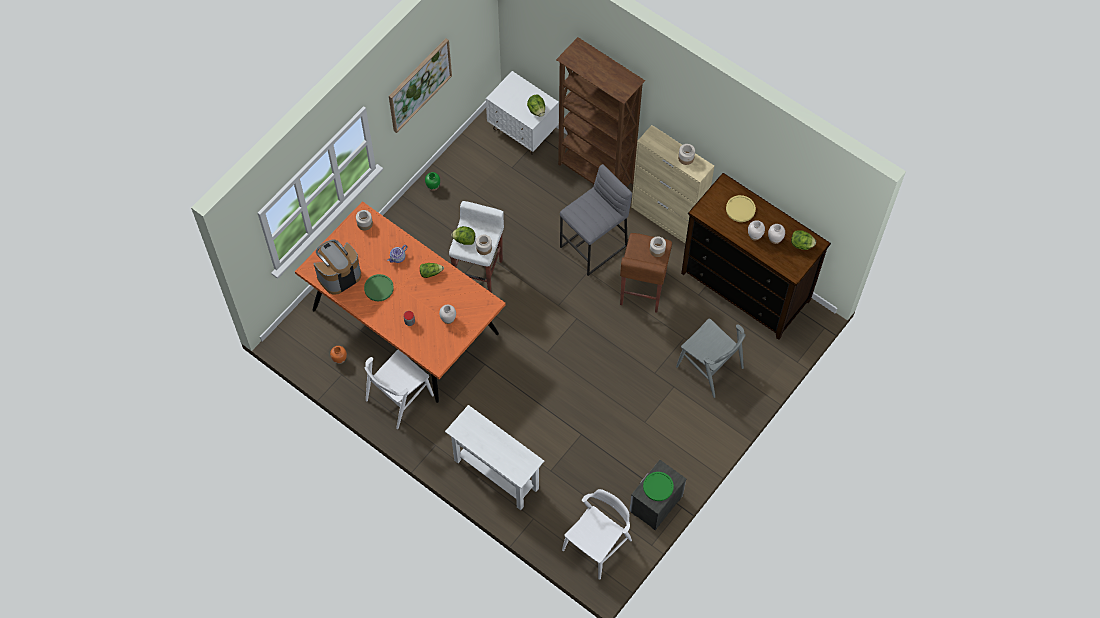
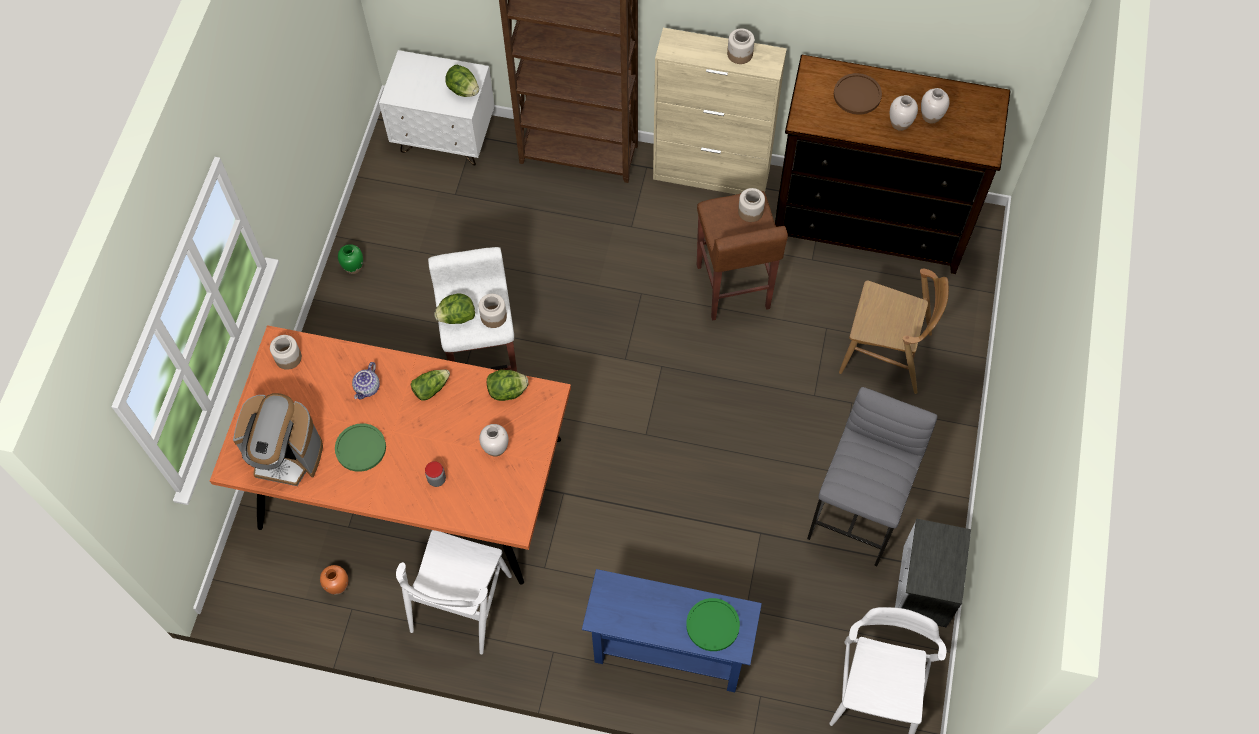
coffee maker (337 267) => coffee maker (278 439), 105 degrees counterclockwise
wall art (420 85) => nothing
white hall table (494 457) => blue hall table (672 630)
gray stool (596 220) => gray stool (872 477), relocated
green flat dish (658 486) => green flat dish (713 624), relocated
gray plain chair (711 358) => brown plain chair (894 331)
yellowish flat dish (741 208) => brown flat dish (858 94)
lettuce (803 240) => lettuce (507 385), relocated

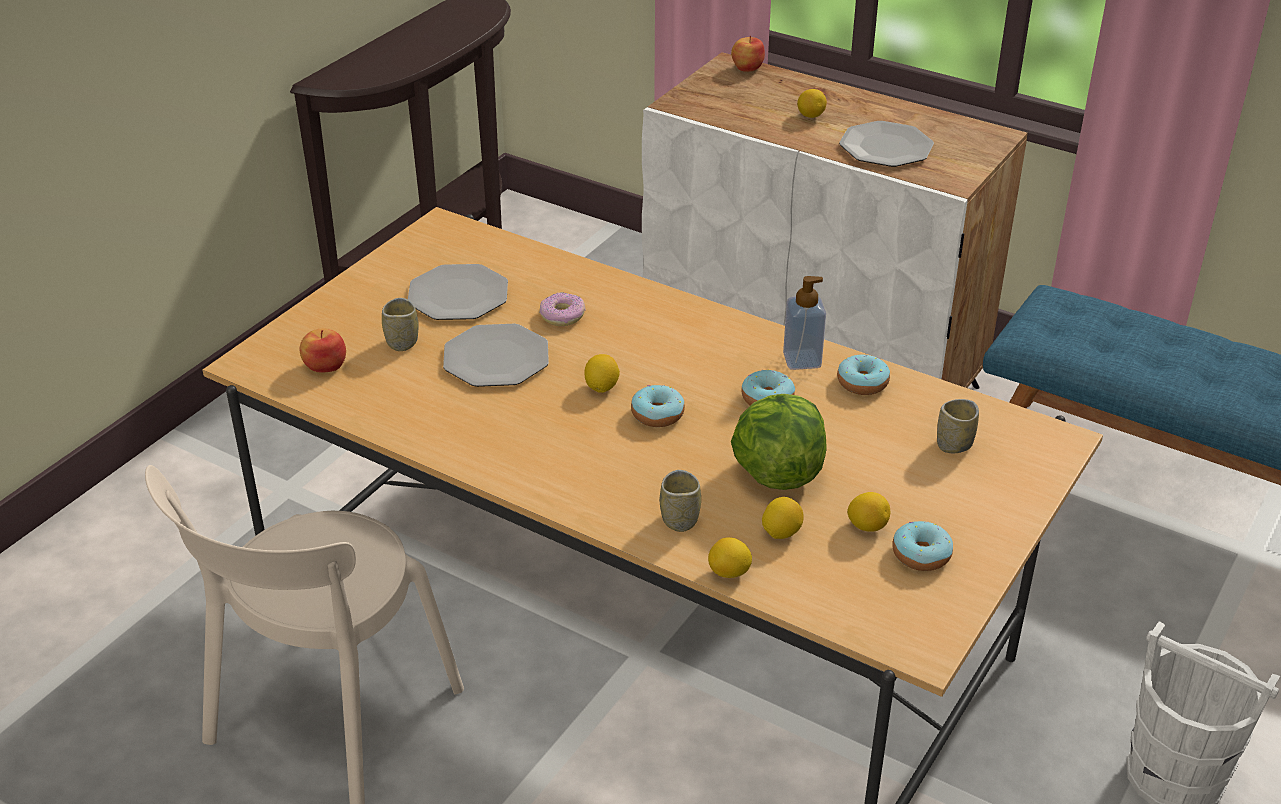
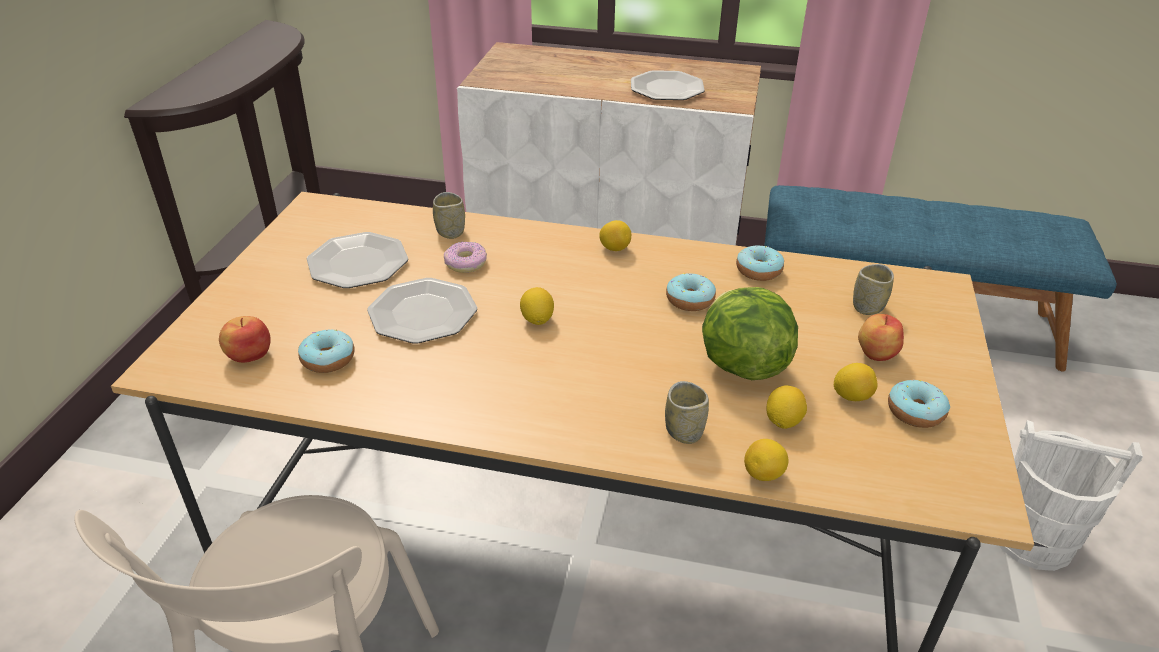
drinking cup (400 324) => drinking cup (449 215), relocated
ring doughnut (658 406) => ring doughnut (326 351), relocated
whole apple (748 54) => whole apple (881 337), relocated
liquid soap bottle (804 323) => nothing
citrus fruit (812 103) => citrus fruit (615 235), relocated

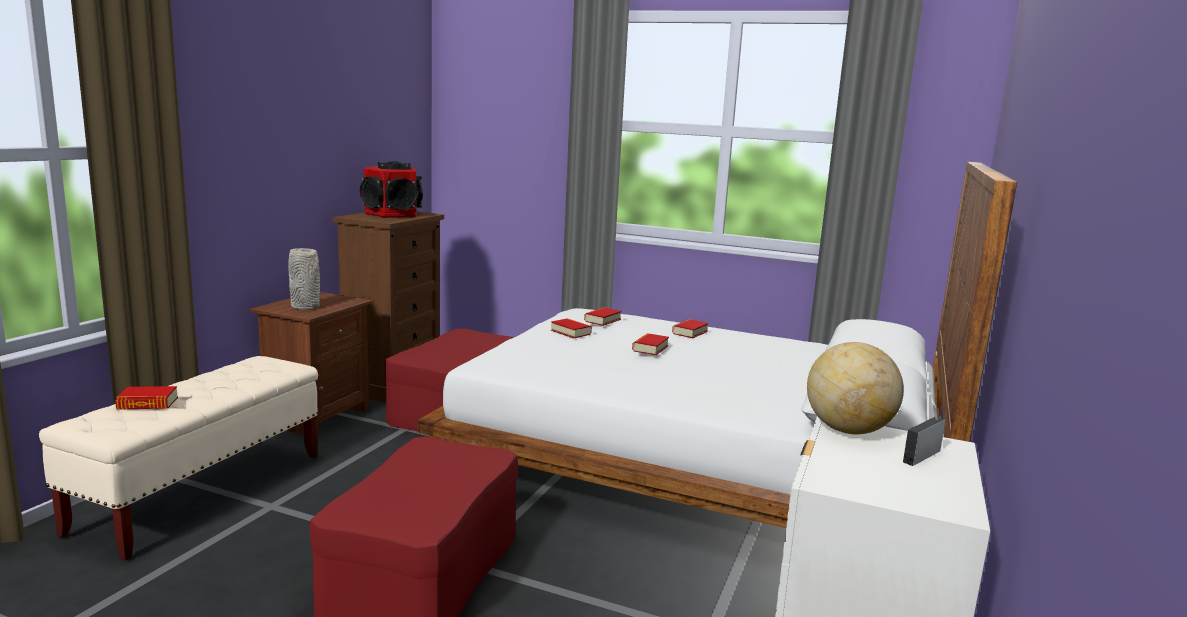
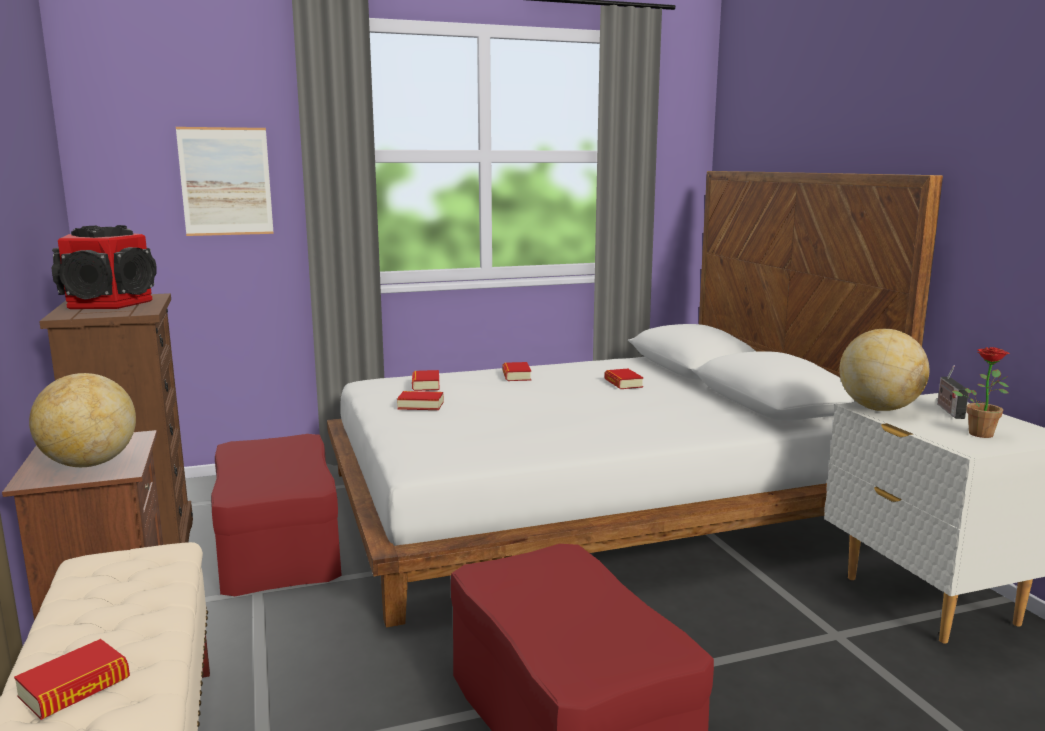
gray flower vase (304 279) => desk globe (82 420)
bound book (650 344) => bound book (624 379), relocated
nothing => wall art (225 181)
nothing => plant in a pot (981 392)

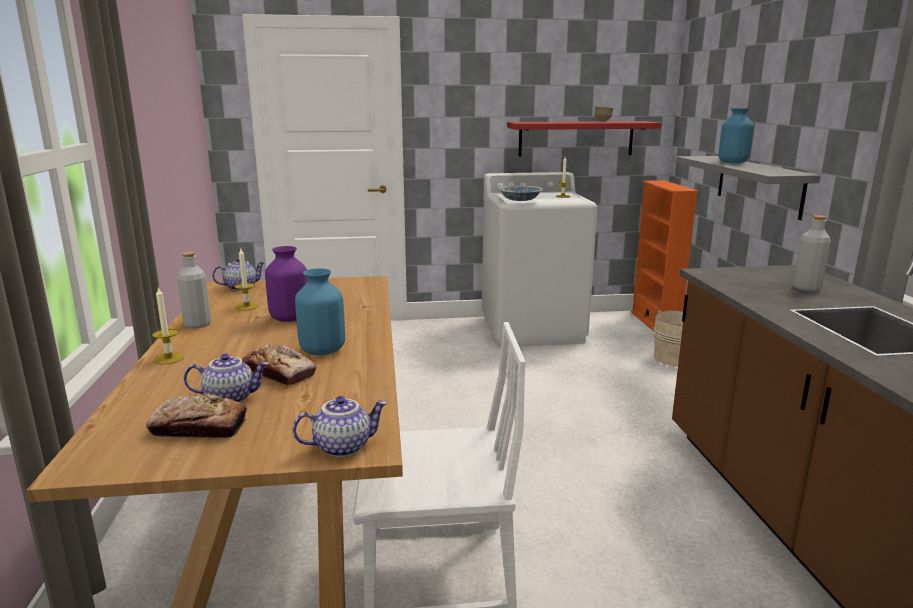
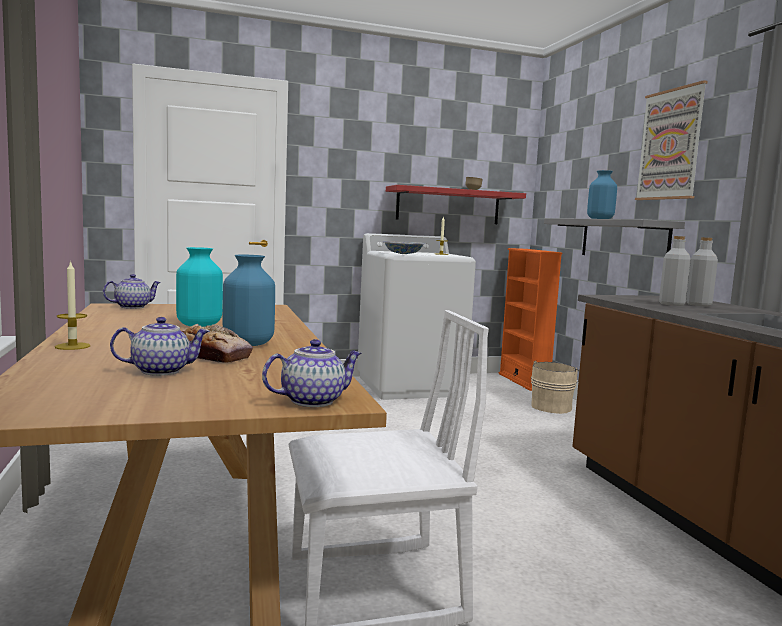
baked bread (196 416) => nothing
gray beverage bottle (194 290) => gray beverage bottle (675 271), relocated
candle (247 280) => nothing
purple-coloured flower vase (286 284) => blue-green flower vase (199 287)
nothing => wall art (671 140)

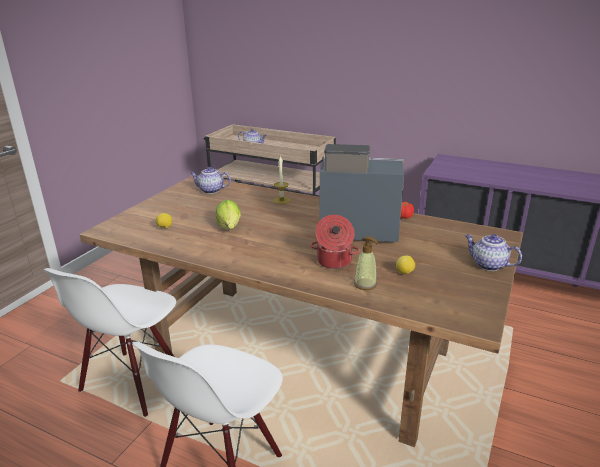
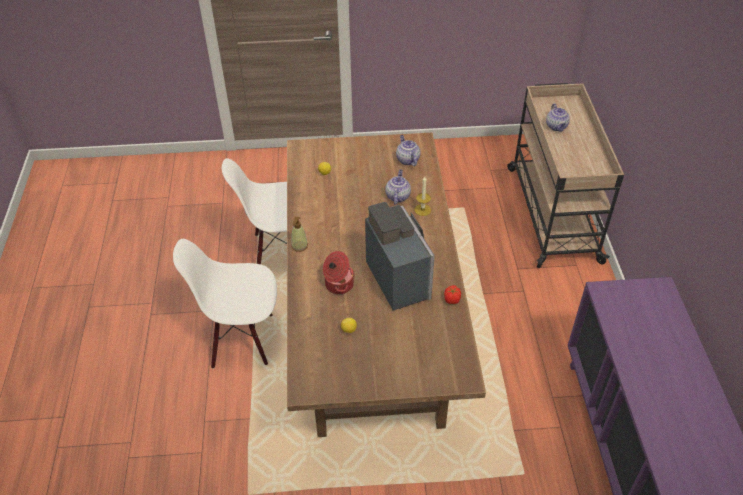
lettuce (228 215) => nothing
liquid soap bottle (366 263) => liquid soap bottle (299 234), relocated
tea pot (493 252) => tea pot (398 187), relocated

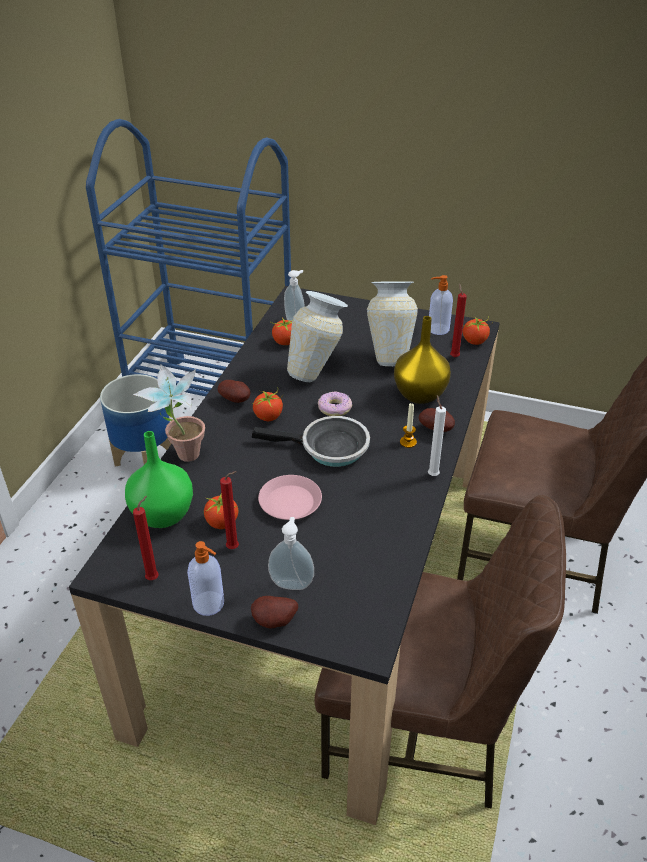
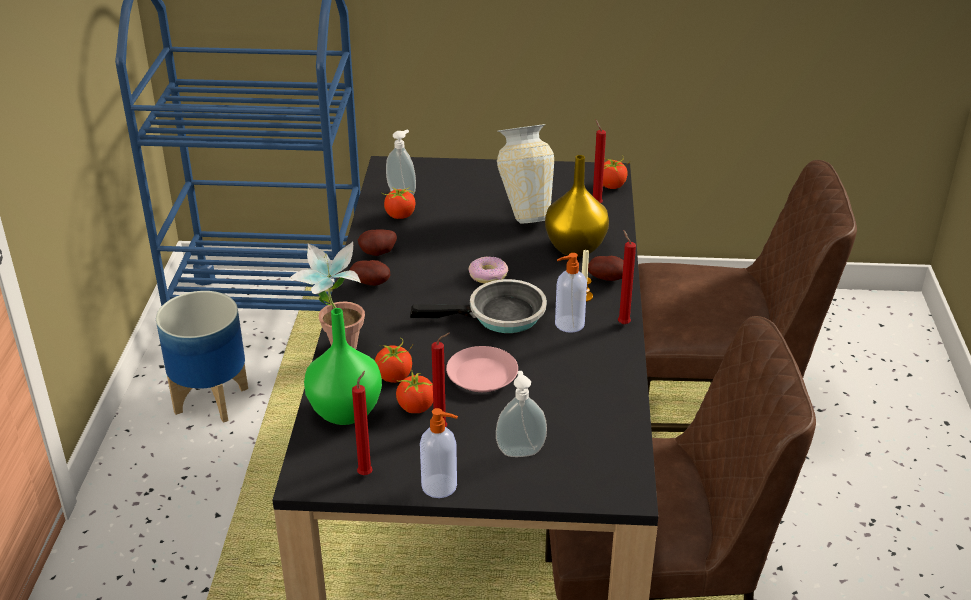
potato (274 612) => potato (377 242), relocated
whole tomato (268 405) => whole tomato (394 360), relocated
flower vase (317 336) => nothing
white candle (437 435) => red-coloured candle (627 277)
liquid soap bottle (441 305) => liquid soap bottle (571 293), relocated

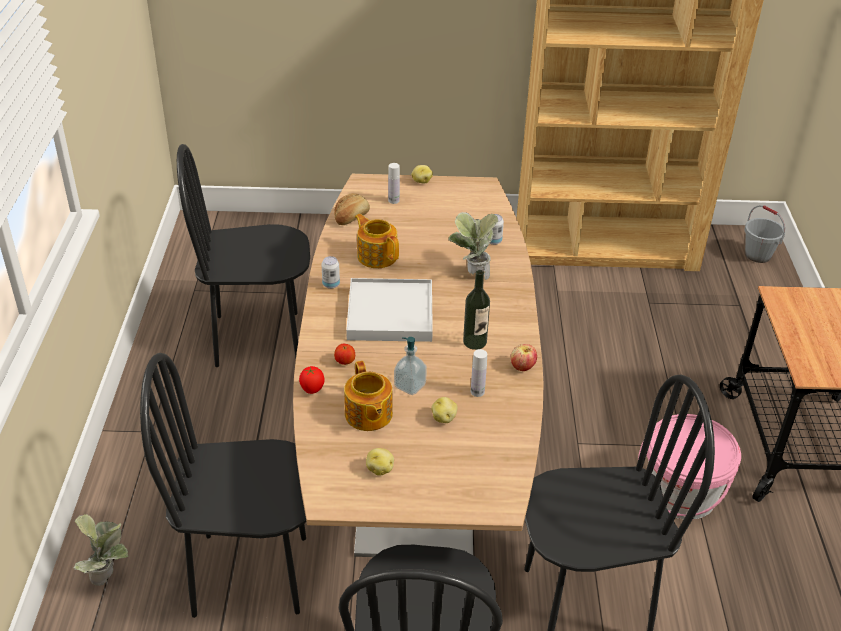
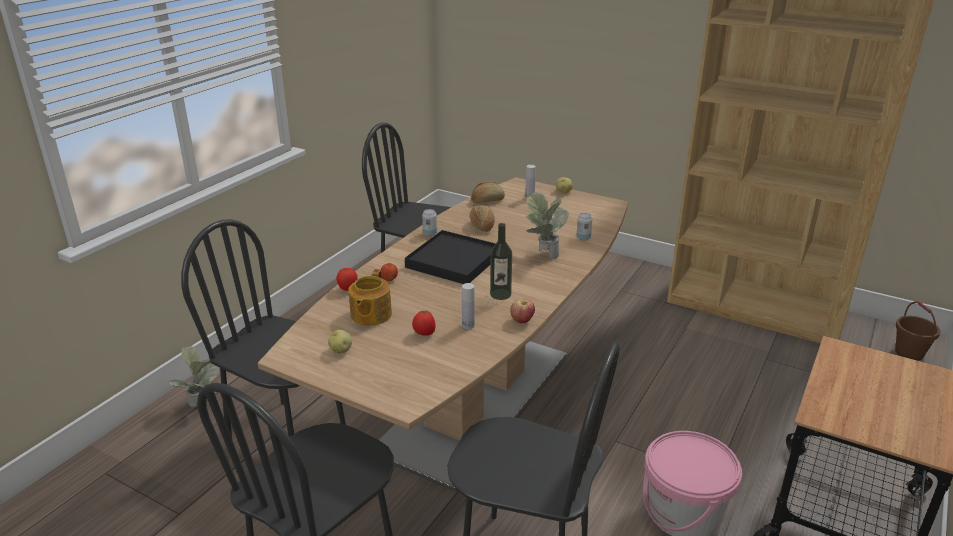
white carrying tray (389 310) => black-coloured carrying tray (450 257)
tea pot (377 241) => baked bread (482 218)
liquid soap bottle (410 366) => nothing
potato (444 410) => whole tomato (424 323)
gray pail (765 234) => brown pail (917 331)

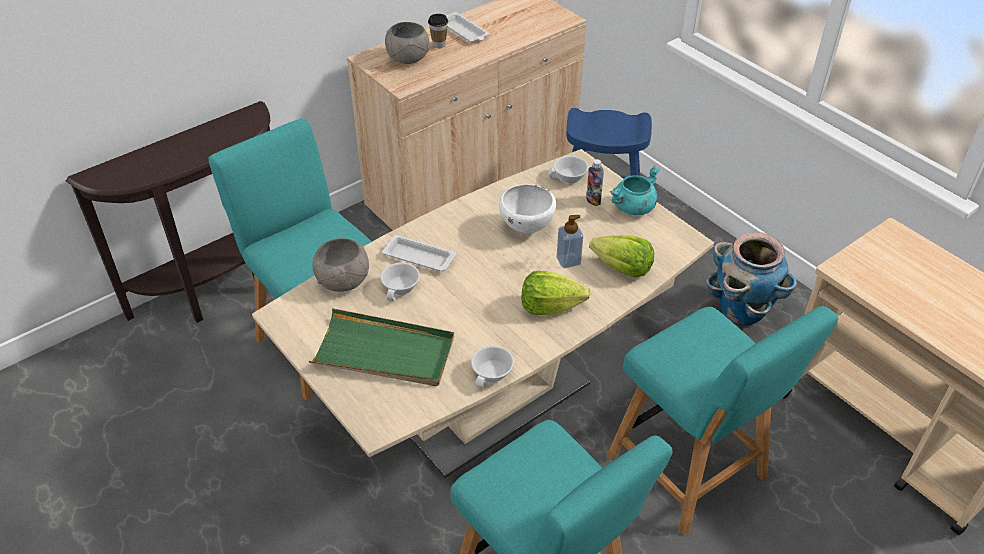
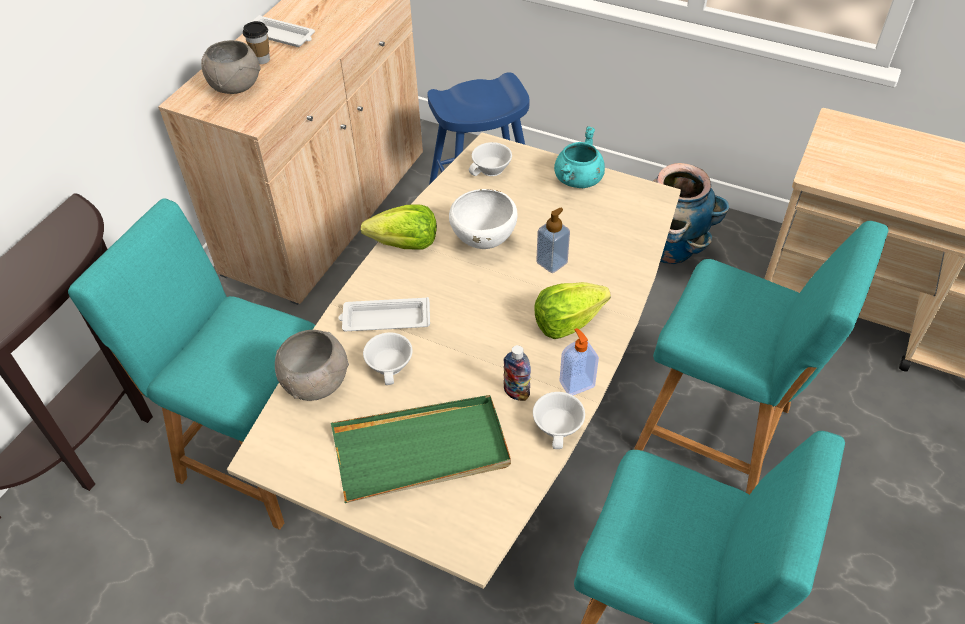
beverage bottle (595 182) => beverage bottle (517 373), relocated
lettuce (621 256) => lettuce (399 227), relocated
nothing => liquid soap bottle (579 361)

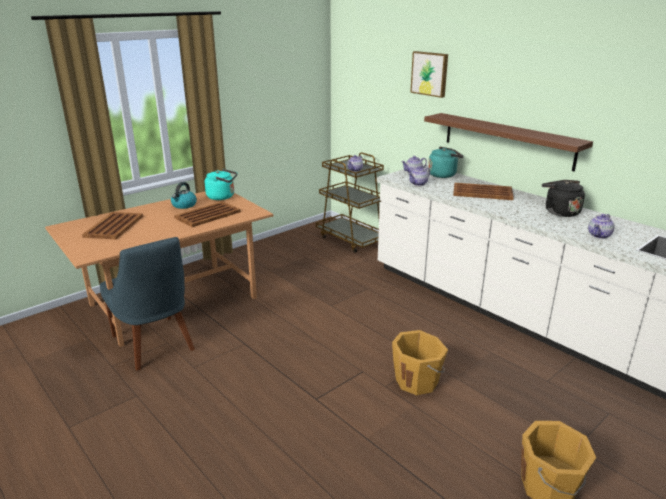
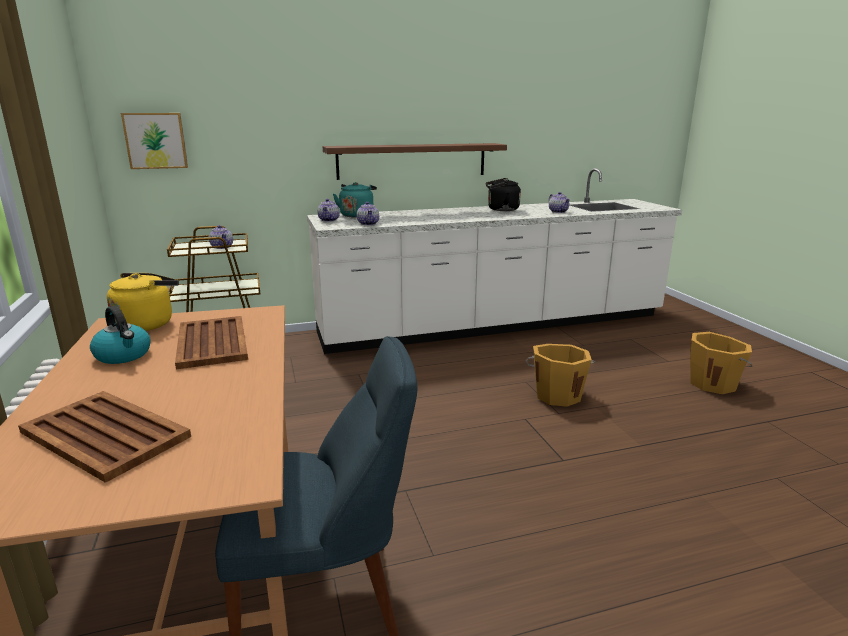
blue-green tea kettle (221 184) => yellowish tea kettle (143 302)
wall art (429 74) => wall art (154 141), relocated
brown carrying tray (483 191) => nothing

